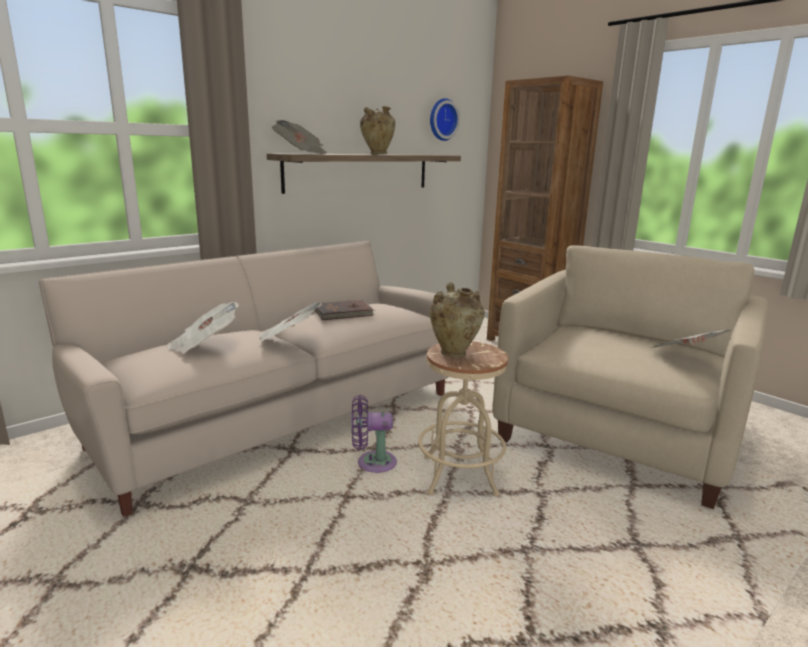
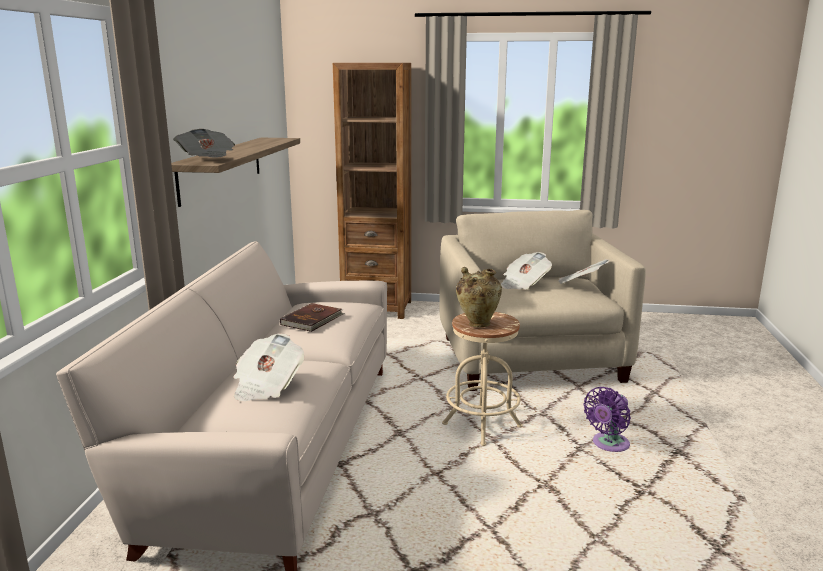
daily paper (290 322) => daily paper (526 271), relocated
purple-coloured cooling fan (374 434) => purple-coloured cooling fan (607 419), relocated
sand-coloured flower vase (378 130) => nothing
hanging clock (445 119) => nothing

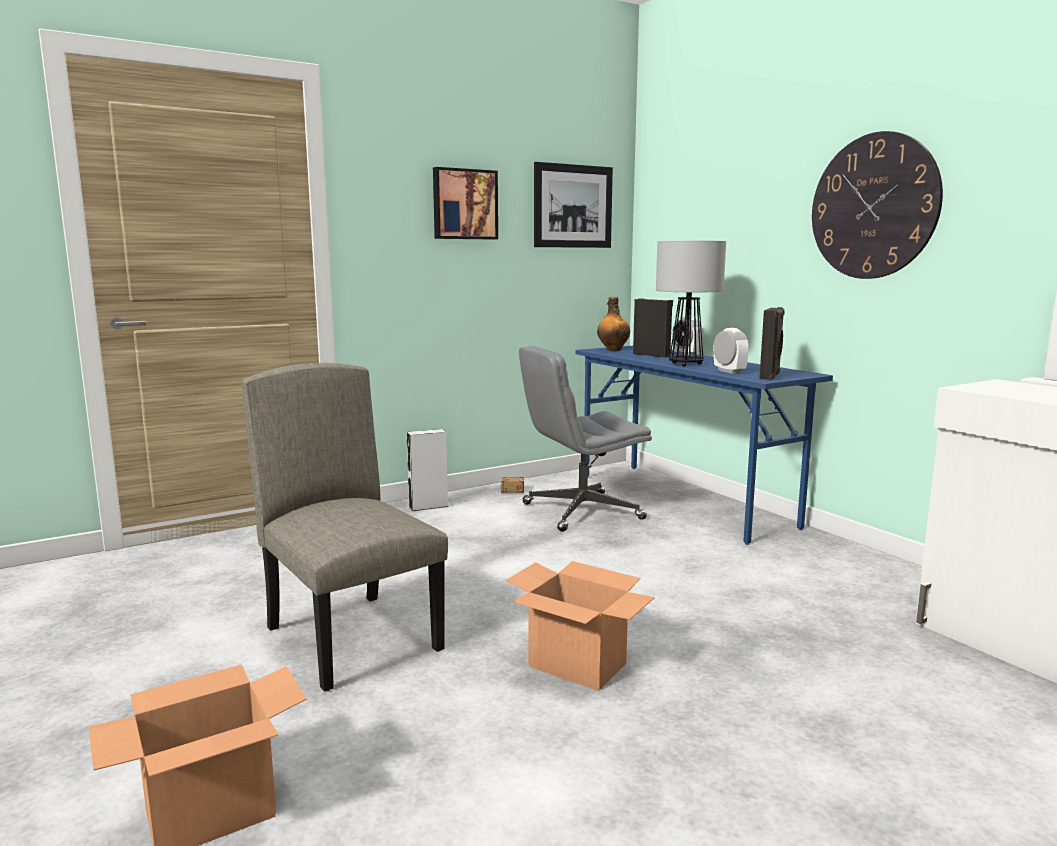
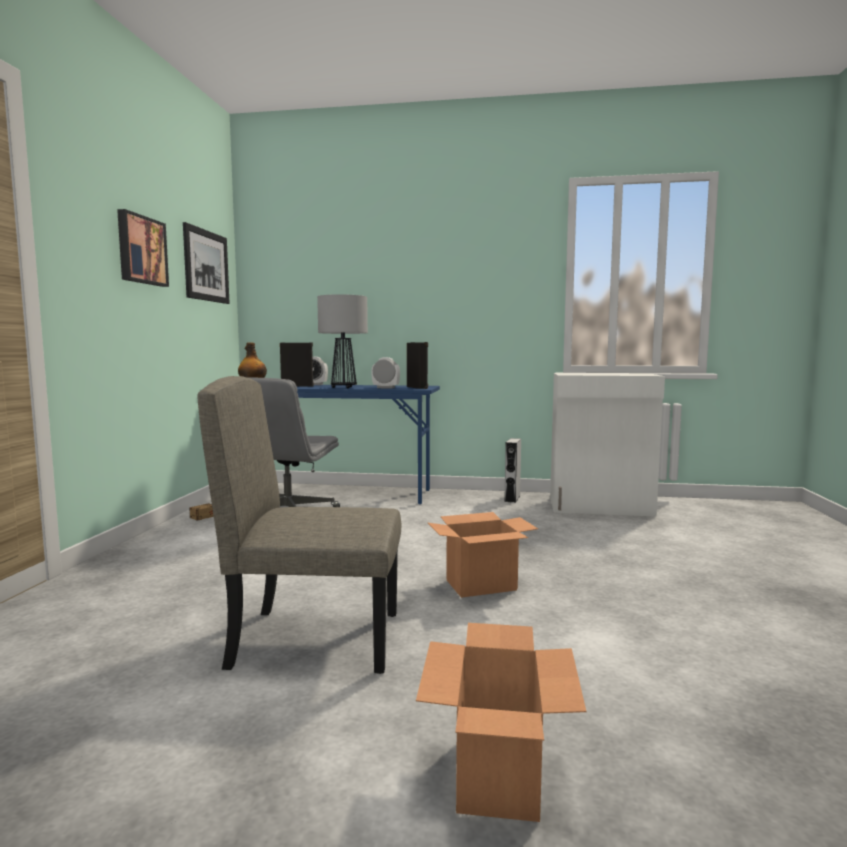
gray audio speaker (428 470) => gray audio speaker (512 470), relocated
hanging clock (877 205) => nothing

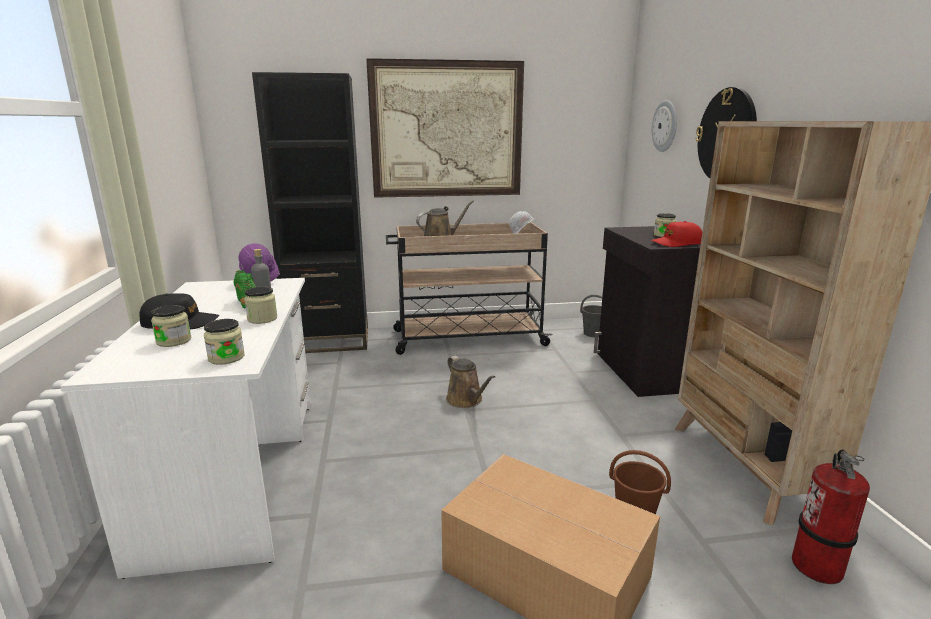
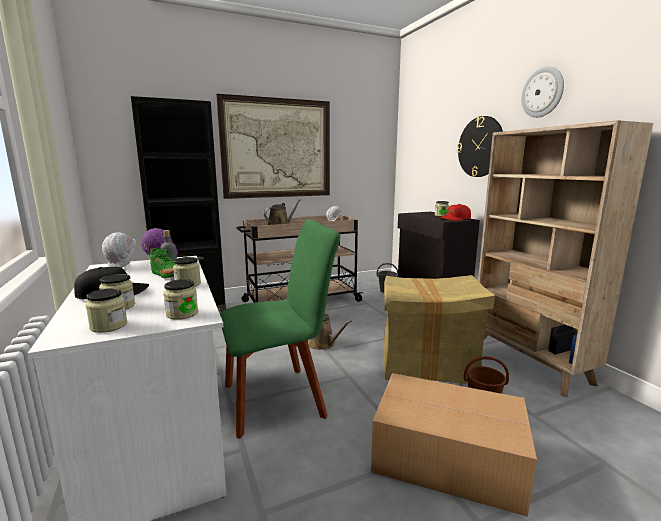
hanging clock (664 126) => hanging clock (542 92), relocated
extinguisher (831 517) => nothing
nothing => storage jar (106 311)
nothing => white work helmet (119 250)
nothing => green plain chair (280 328)
nothing => cardboard box (439 329)

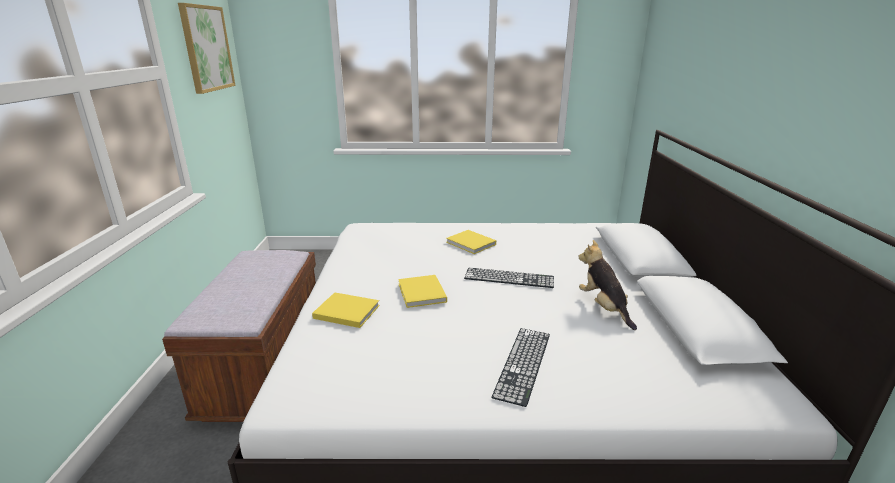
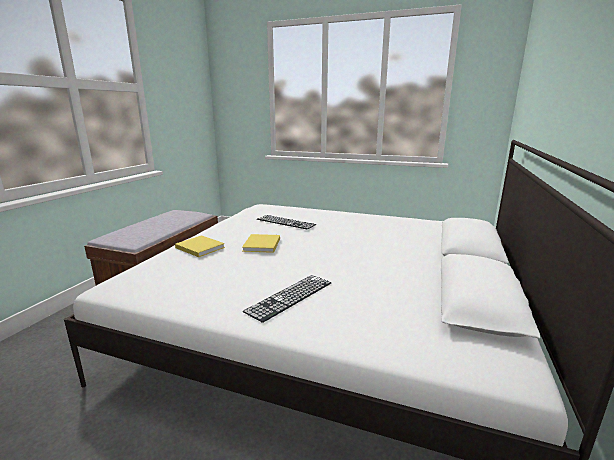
wall art (207 48) => nothing
yellowish bound book (471 242) => nothing
PC keyboard (509 278) => PC keyboard (286 222), relocated
soft toy (607 285) => nothing

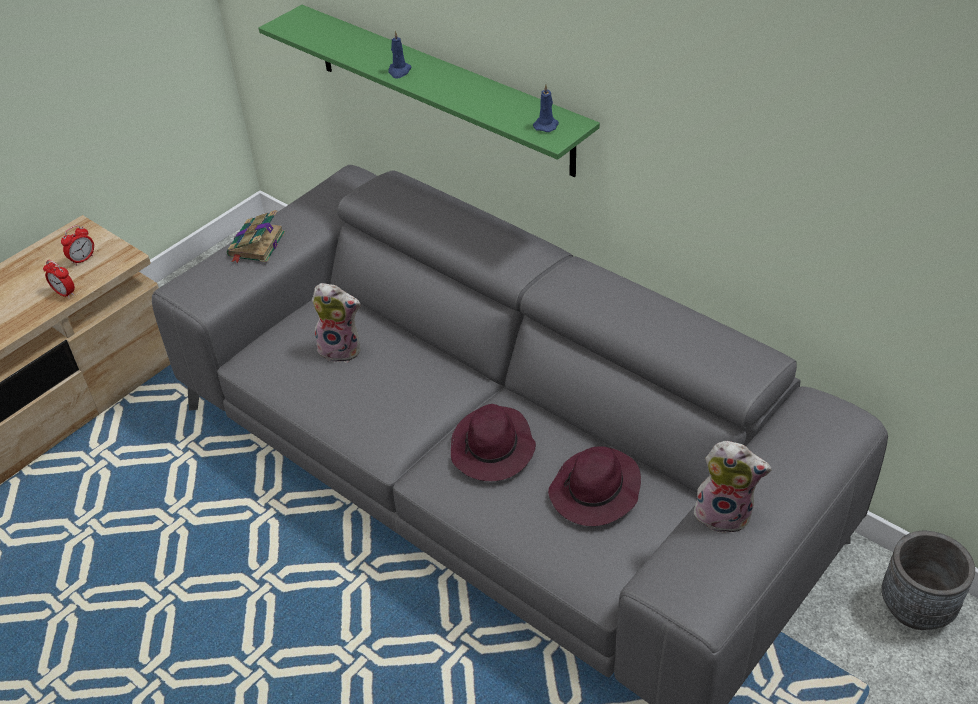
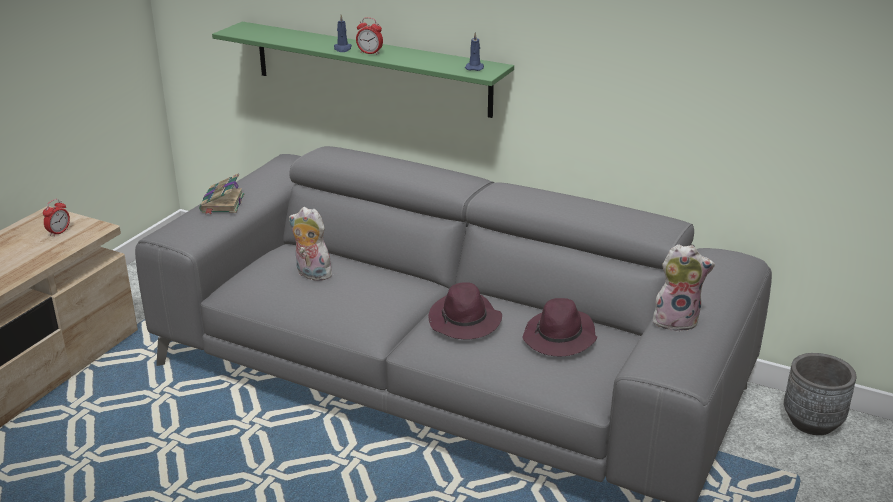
table clock (59 279) => table clock (369 36), relocated
soft toy (336 322) => soft toy (311 244), 150 degrees counterclockwise

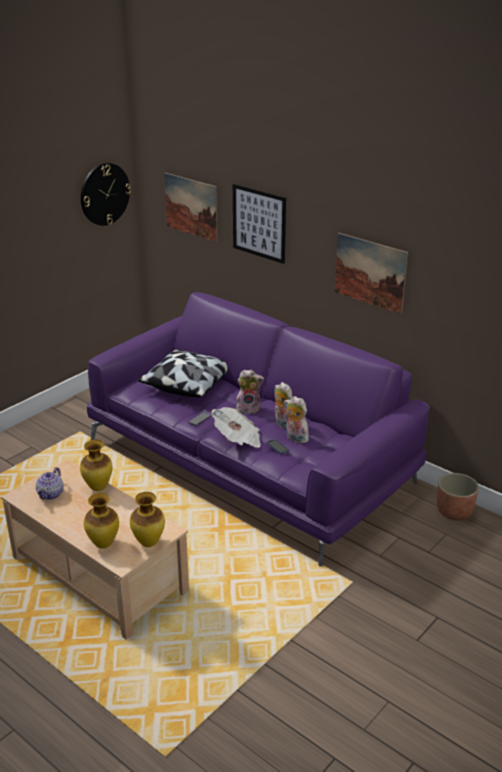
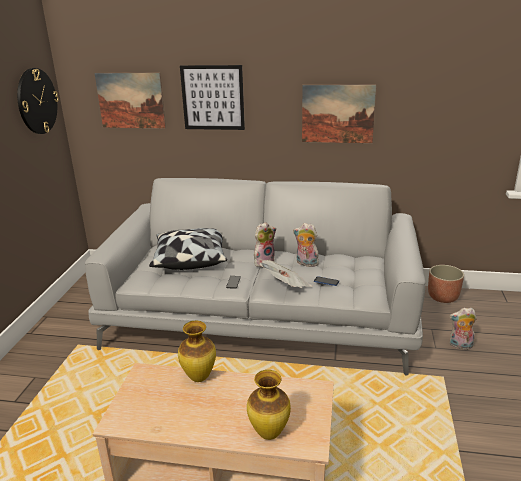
tea pot (49 483) => nothing
purple-coloured couch (258 429) => gray couch (255 277)
flower vase (147 519) => nothing
soft toy (297 419) => soft toy (463 329), relocated

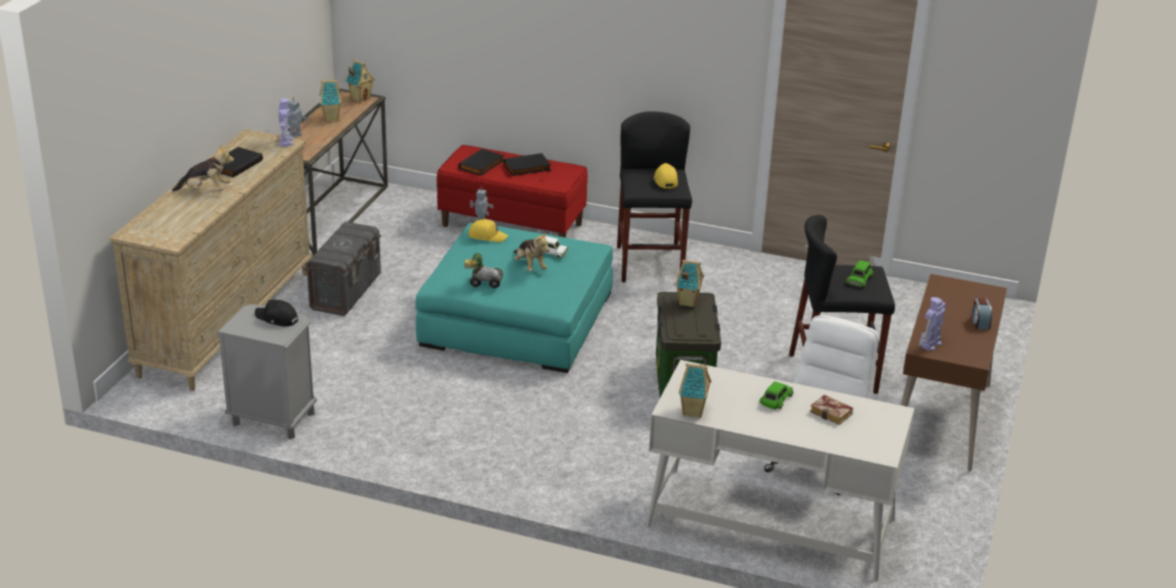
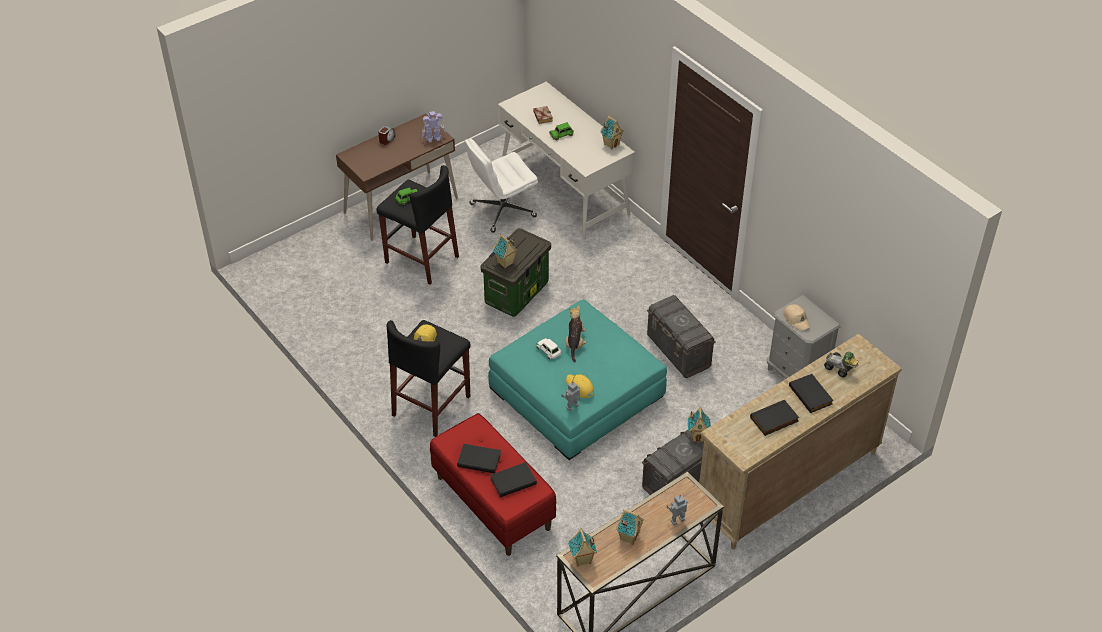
soft toy (203 168) => black-coloured bound book (811 393)
black-coloured peaked cap (276 313) => sand-coloured peaked cap (796 317)
model robot (285 123) => nothing
toy car (483 270) => toy car (841 364), relocated
nothing => gray storage bin (681 336)
nothing => miniature house (699 425)

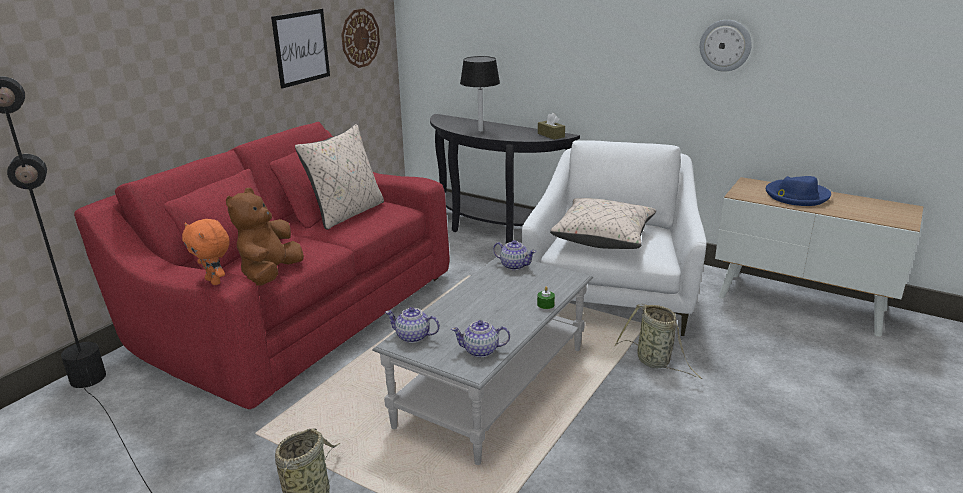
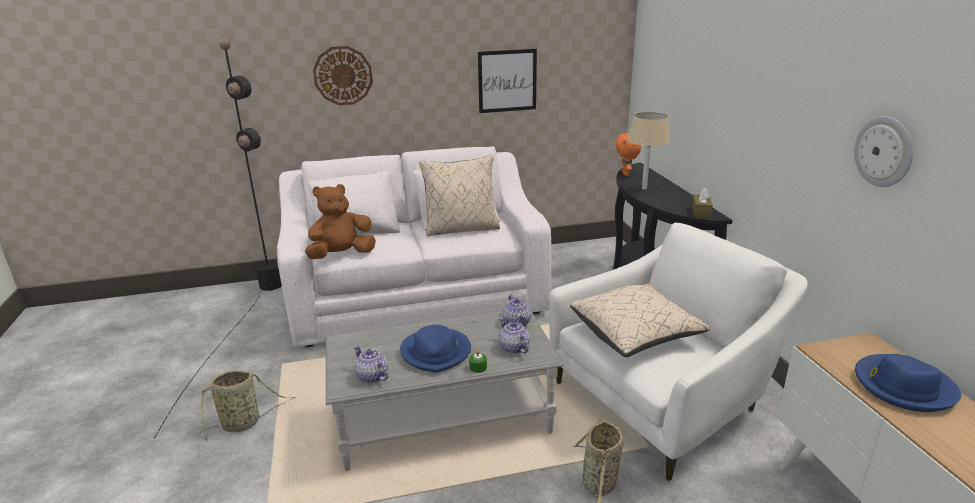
red-coloured couch (262 265) => white couch (414 247)
orange-coloured soft toy (206 252) => orange-coloured soft toy (628 154), relocated
hanging clock (360 38) => hanging clock (343 75), relocated
tea pot (412 325) => tea pot (514 336), relocated
black-coloured lamp for a table (480 94) => sand-coloured lamp for a table (648 151)
nothing => blue wearable hat (435 349)

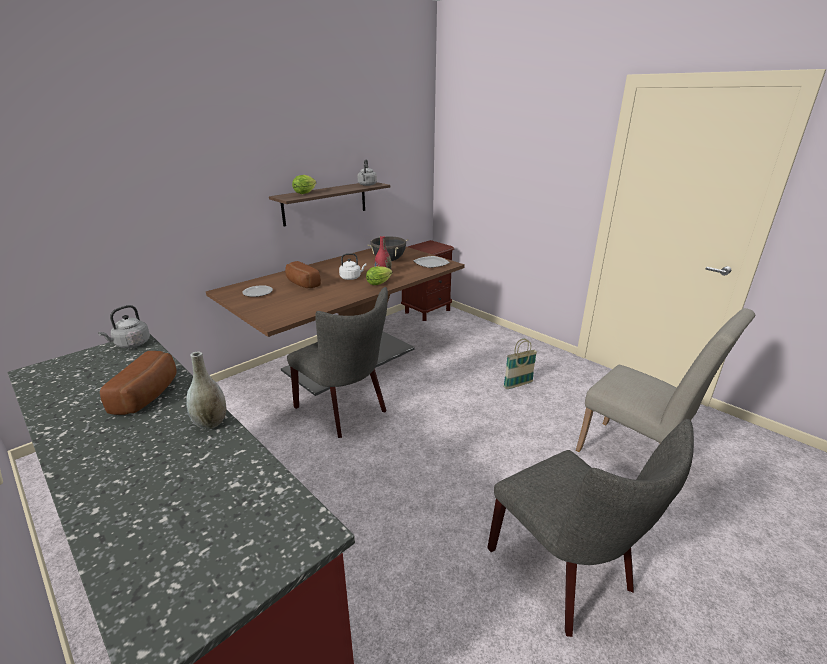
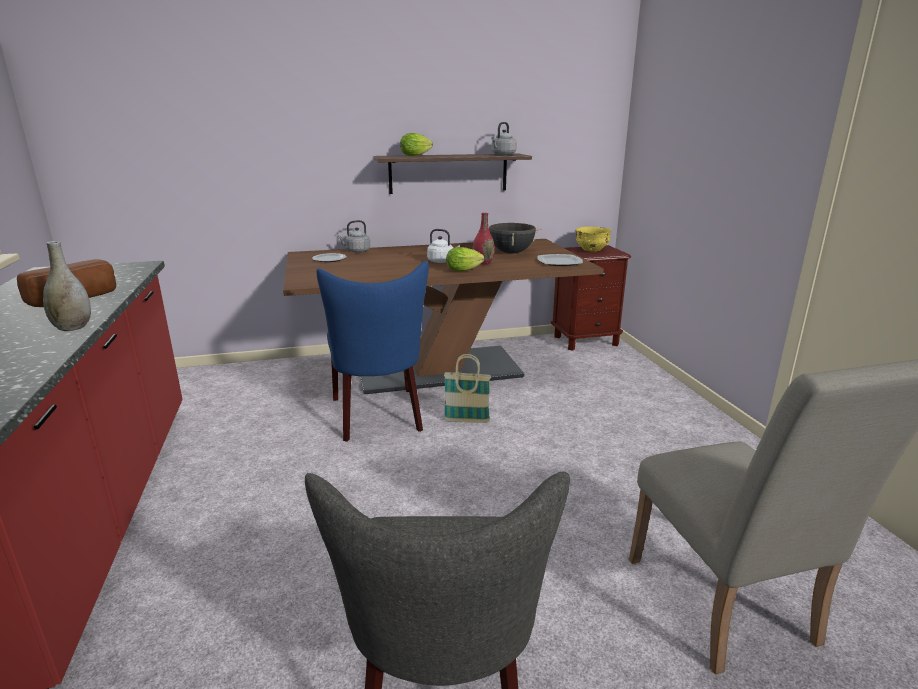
gray tea kettle (124 326) => gray tea kettle (353 236), relocated
baked bread (303 274) => nothing
gray plain chair (337 362) => blue plain chair (373 351)
basket (520 364) => basket (467 388), relocated
nothing => yellowish bowl (593 239)

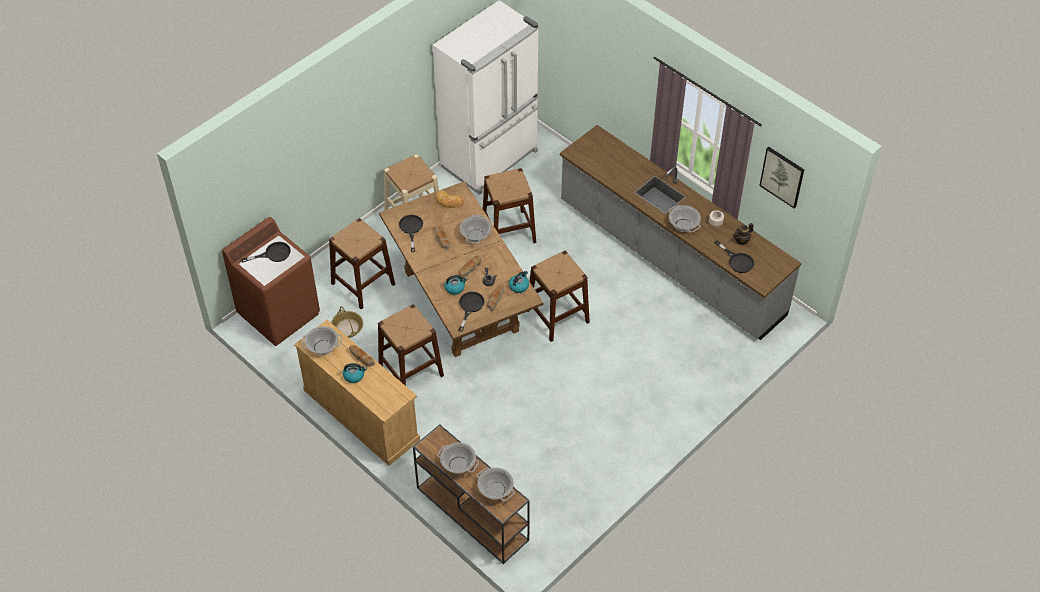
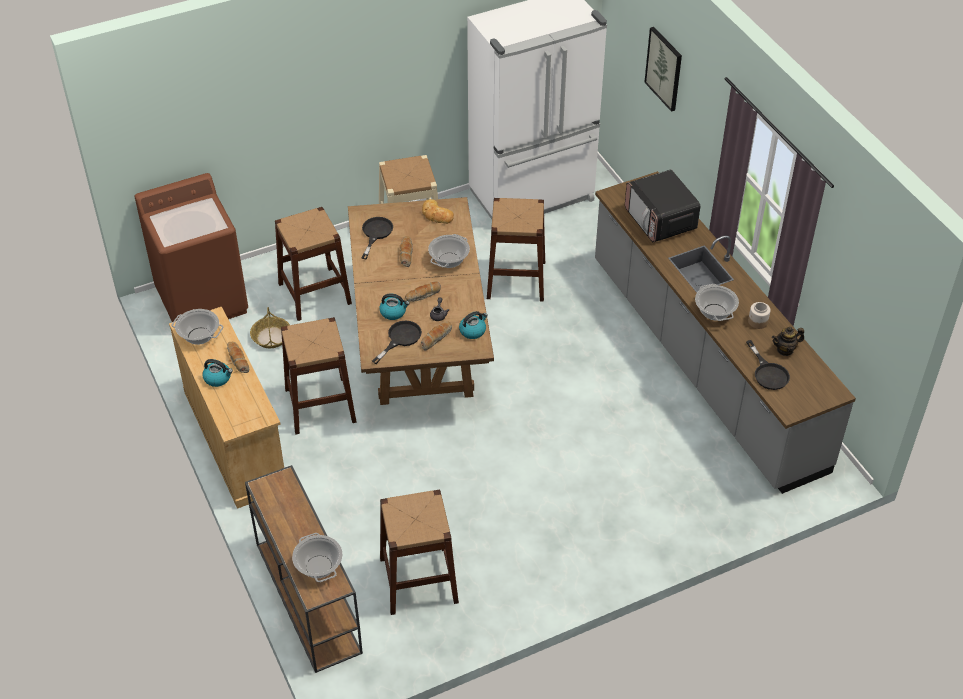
black-coloured skillet (266 252) => nothing
cooking pot (458 458) => nothing
brown stool (558 296) => brown stool (419 552), relocated
wall art (781 177) => wall art (663 69), relocated
nothing => kitchen microwave (662 205)

